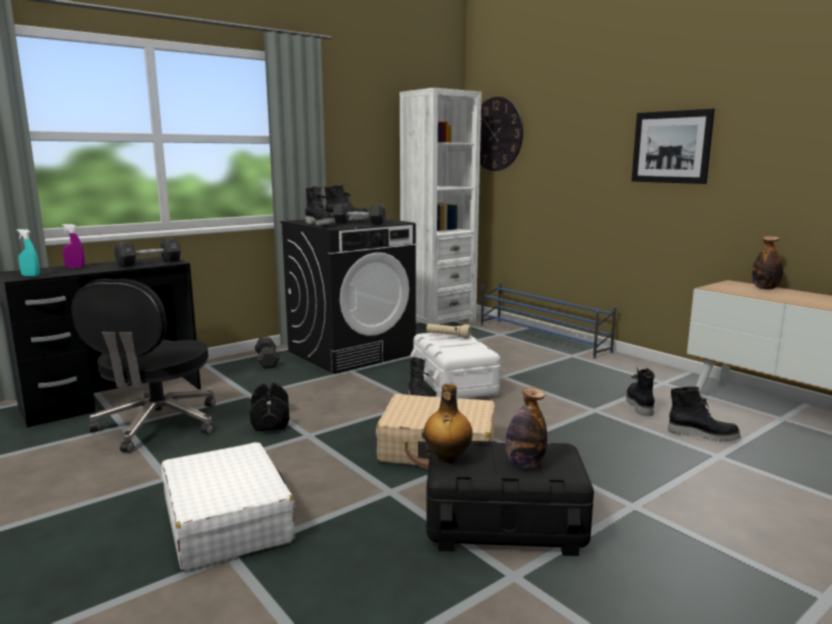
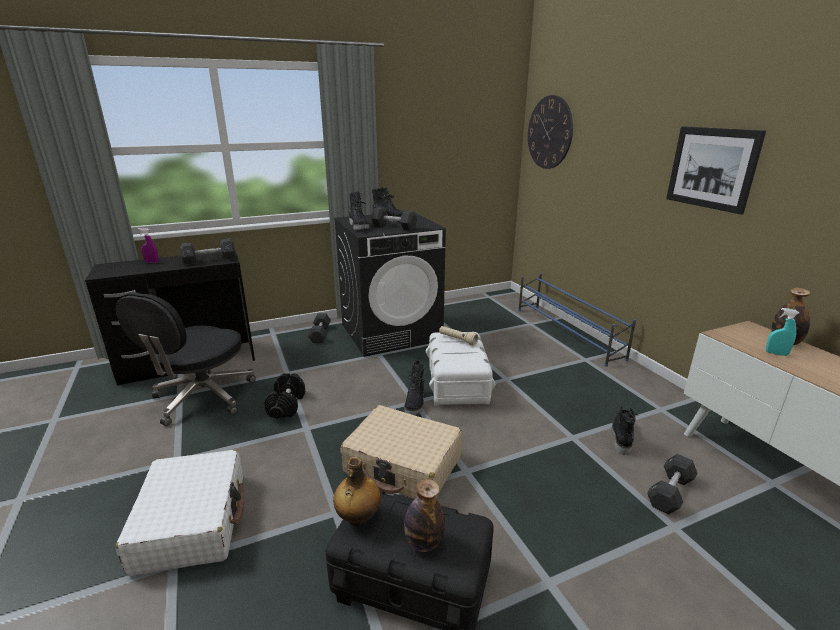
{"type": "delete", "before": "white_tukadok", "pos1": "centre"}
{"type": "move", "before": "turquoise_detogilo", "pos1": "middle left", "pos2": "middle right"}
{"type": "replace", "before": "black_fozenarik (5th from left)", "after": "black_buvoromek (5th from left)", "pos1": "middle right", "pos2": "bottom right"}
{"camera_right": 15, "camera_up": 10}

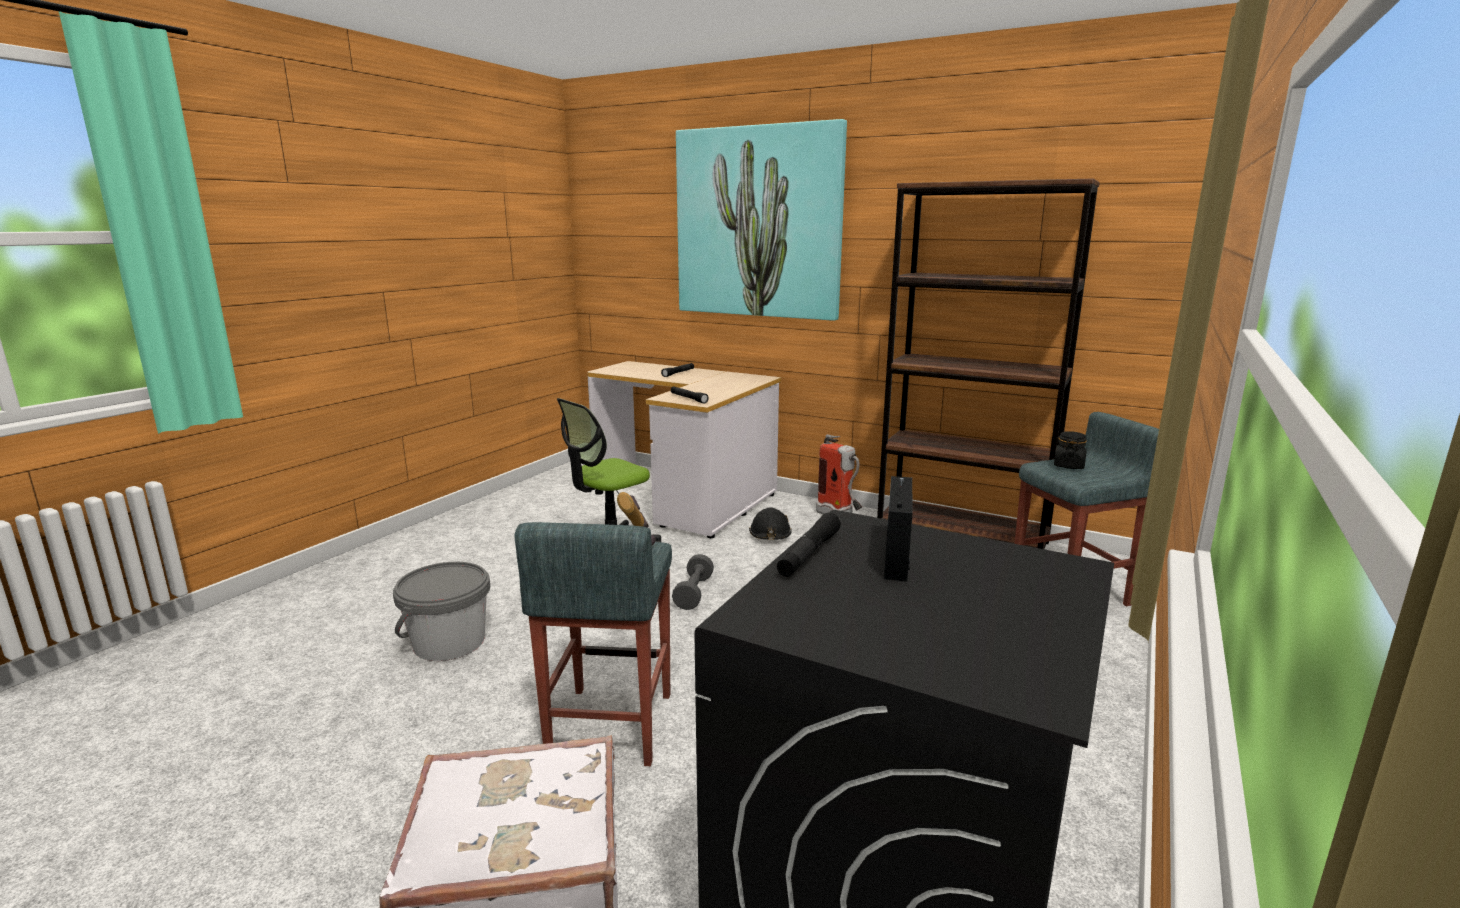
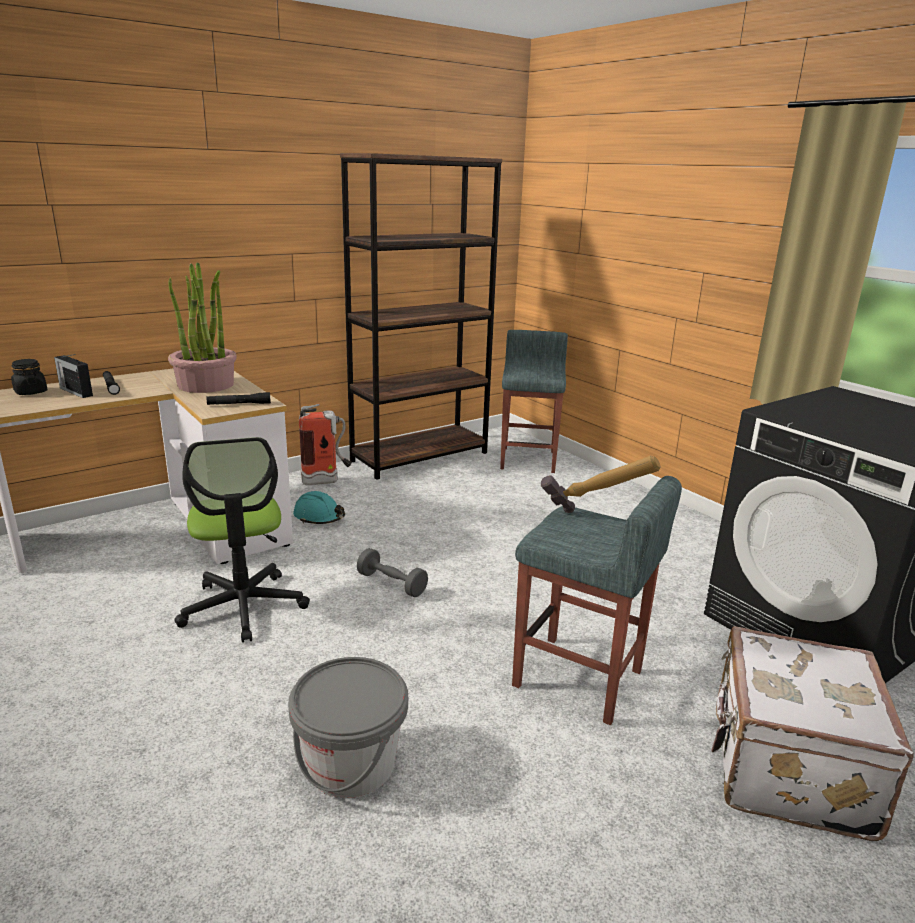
{"type": "delete", "before": "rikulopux", "pos1": "top centre"}
{"type": "delete", "before": "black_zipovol (3rd from left)", "pos1": "centre"}
{"type": "insert", "after": "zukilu", "pos2": "middle left"}
{"type": "move", "before": "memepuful", "pos1": "centre", "pos2": "middle left"}
{"type": "move", "before": "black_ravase", "pos1": "middle right", "pos2": "middle left"}
{"type": "recolor", "before": "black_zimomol", "after": "turquoise_zimomol", "pos1": "centre", "pos2": "centre"}
{"camera_right": -65, "camera_up": 5}

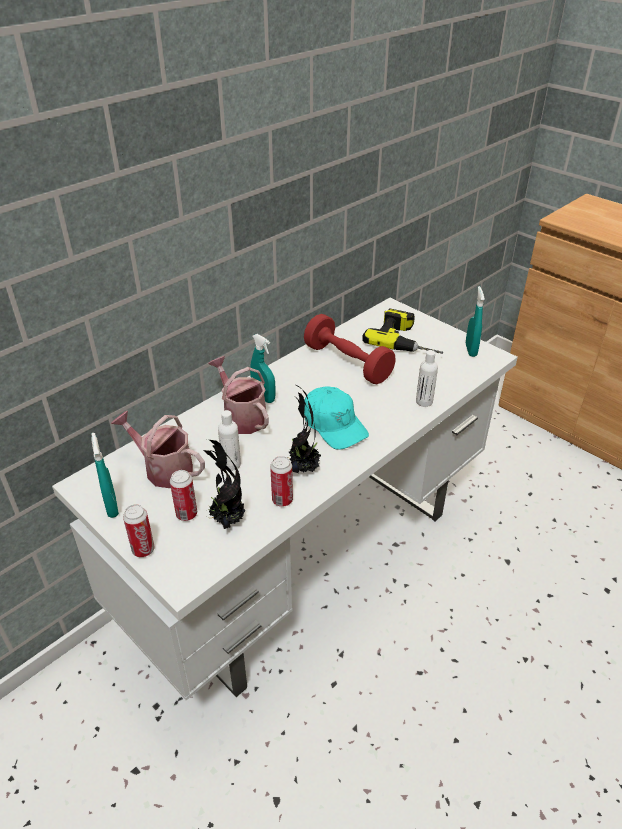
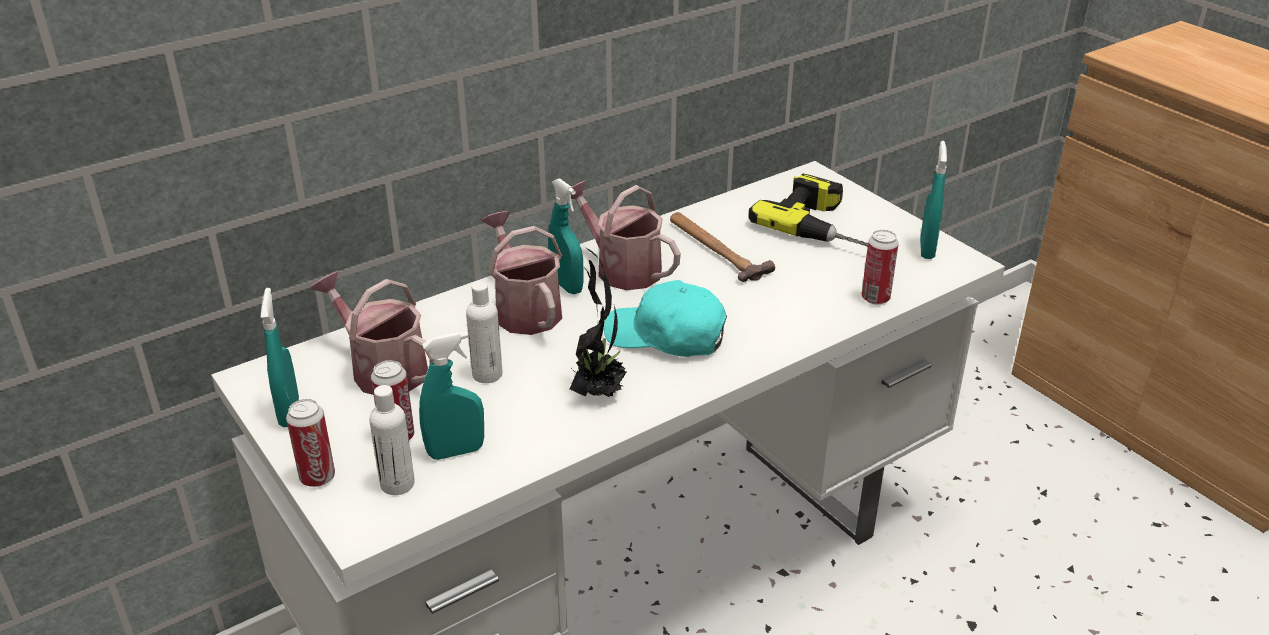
{"type": "insert", "after": "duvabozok (3rd from left)", "pos2": "centre"}
{"type": "move", "before": "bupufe (3rd from left)", "pos1": "centre", "pos2": "middle right"}
{"type": "move", "before": "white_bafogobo (2nd from left in the first image)", "after": "white_bafogobo (1st from left)", "pos1": "middle right", "pos2": "bottom left"}
{"type": "replace", "before": "zukilu (1st from left)", "after": "turquoise_detogilo (2nd from left)", "pos1": "centre", "pos2": "centre"}
{"type": "replace", "before": "red_buvoromek", "after": "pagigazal", "pos1": "centre", "pos2": "centre"}
{"type": "rotate", "before": "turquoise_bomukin", "pos1": "centre", "pos2": "centre", "turn": 135}
{"camera_right": 10, "camera_up": -5}

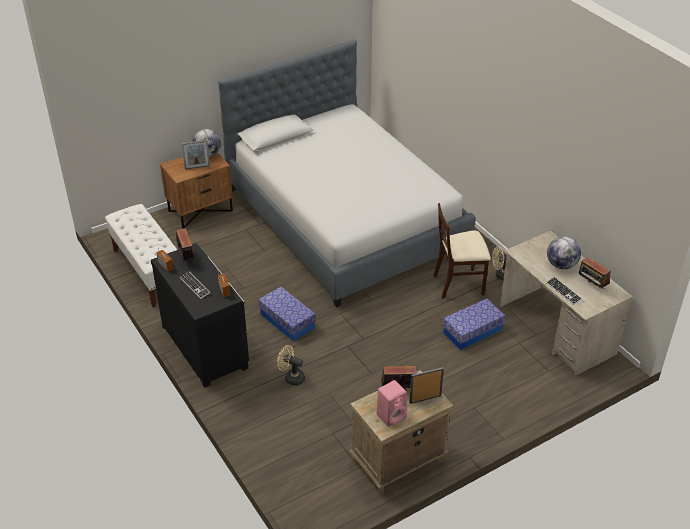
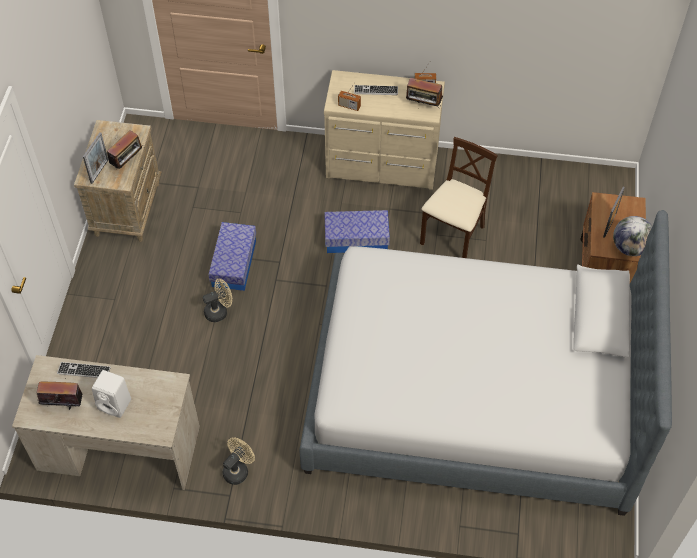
{"type": "delete", "before": "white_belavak", "pos1": "middle left"}
{"type": "delete", "before": "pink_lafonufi", "pos1": "bottom centre"}
{"type": "move", "before": "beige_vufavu (1st from left)", "pos1": "bottom centre", "pos2": "middle left"}
{"type": "move", "before": "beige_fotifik", "pos1": "middle right", "pos2": "centre"}
{"type": "move", "before": "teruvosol (2nd from left in the first image)", "after": "teruvosol (1st from left)", "pos1": "middle right", "pos2": "middle left"}
{"type": "replace", "before": "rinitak (2nd from left)", "after": "white_lafonufi", "pos1": "middle right", "pos2": "bottom left"}
{"type": "recolor", "before": "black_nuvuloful", "after": "beige_nuvuloful", "pos1": "middle left", "pos2": "top centre"}
{"camera_right": 130, "camera_up": 15}

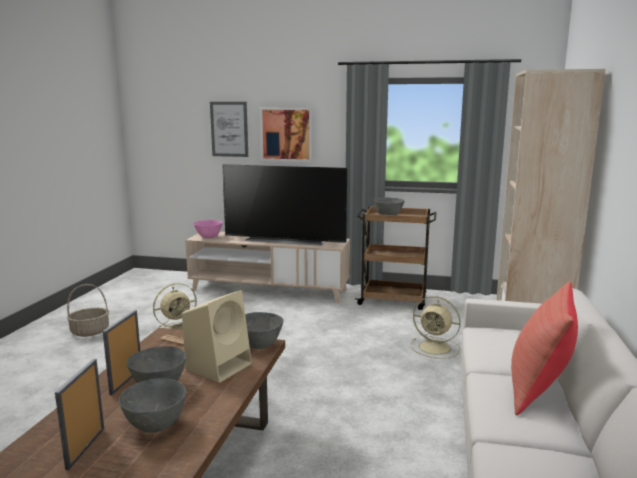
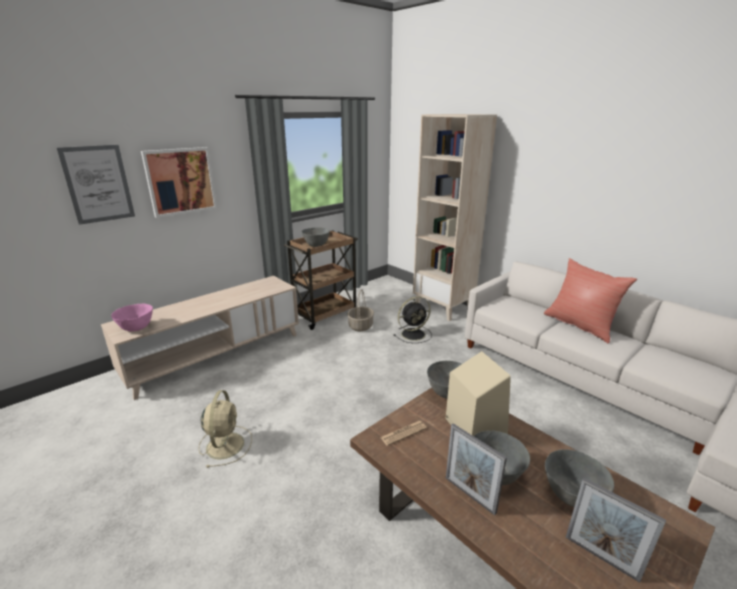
{"type": "delete", "before": "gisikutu", "pos1": "centre"}
{"type": "move", "before": "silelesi", "pos1": "middle left", "pos2": "centre"}
{"type": "recolor", "before": "beige_vufavu (2nd from left)", "after": "black_vufavu", "pos1": "bottom right", "pos2": "centre"}
{"camera_right": -55, "camera_up": 10}

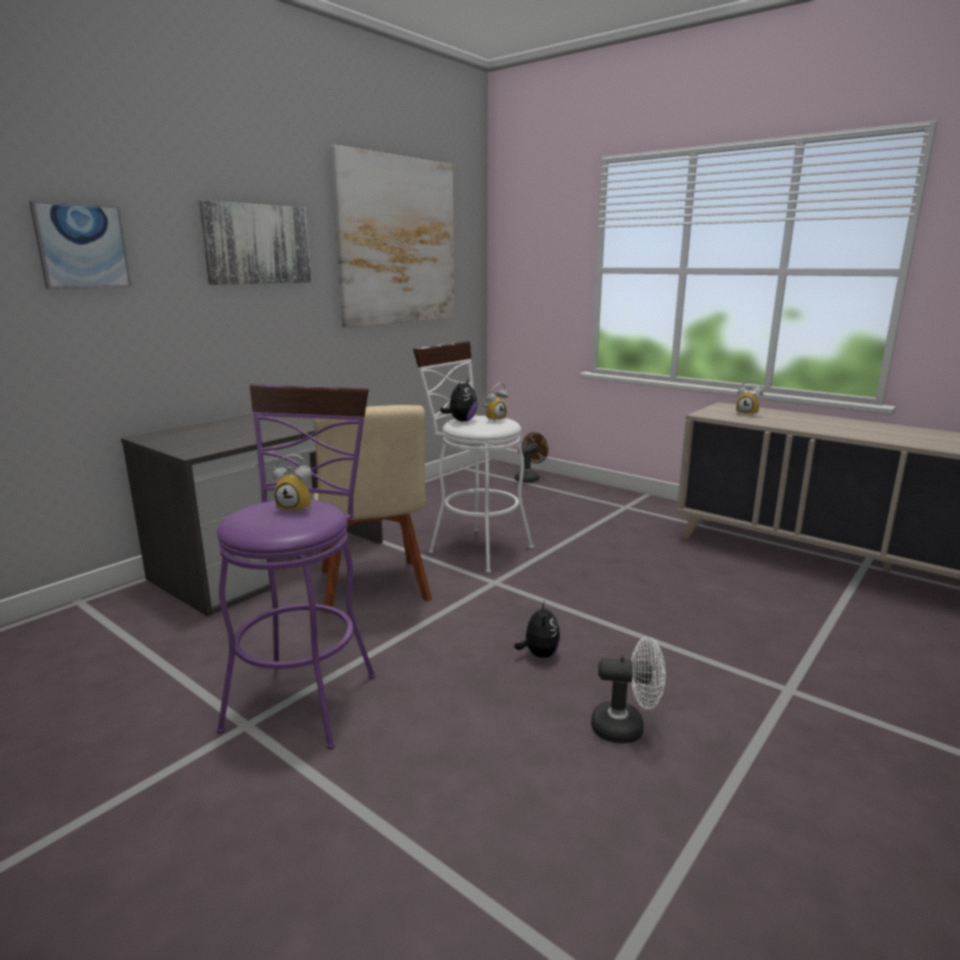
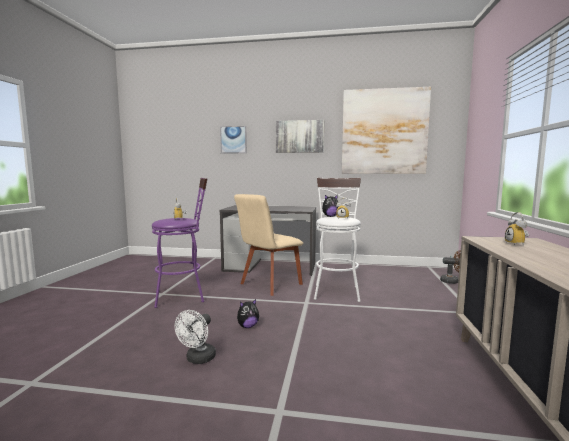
{"type": "rotate", "before": "white_vufavu", "pos1": "bottom centre", "pos2": "bottom centre", "turn": 45}
{"camera_right": 60, "camera_up": -10}

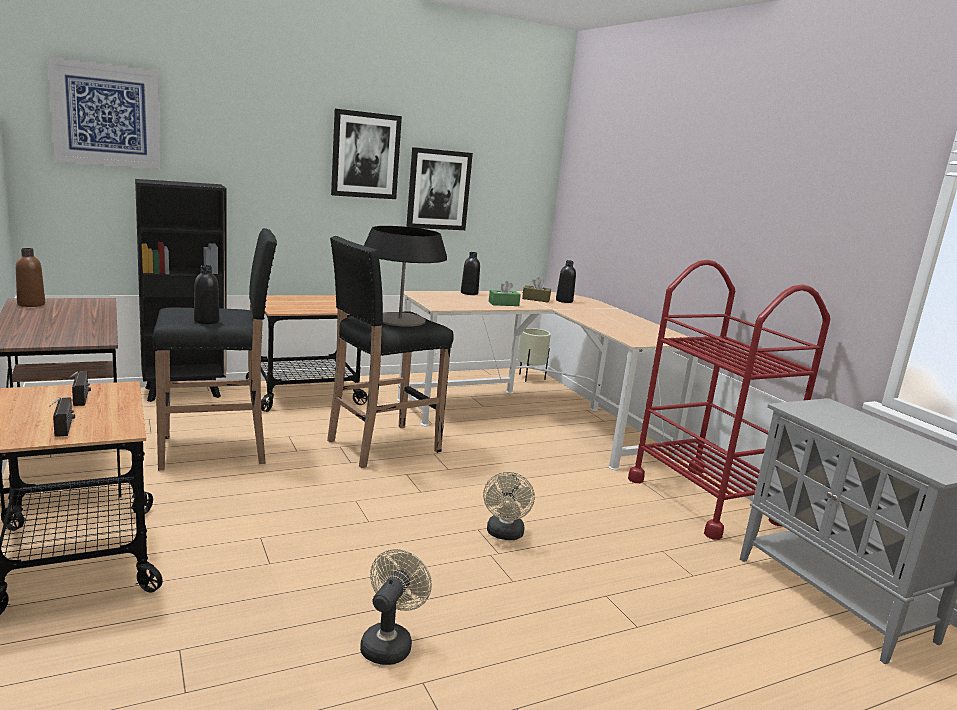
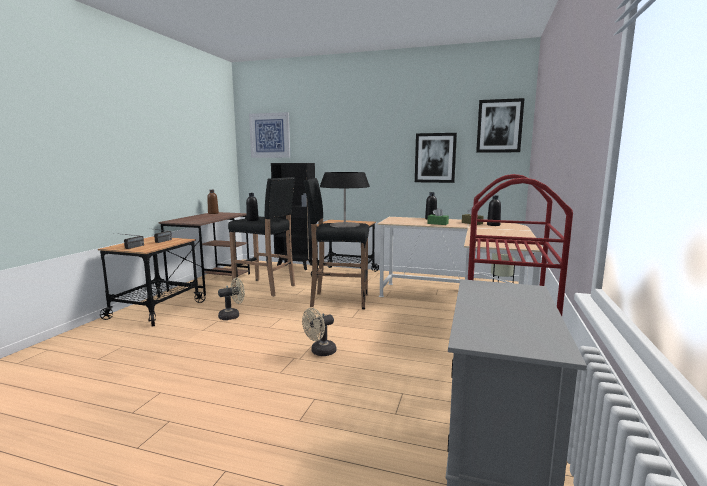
{"type": "move", "before": "rikulopux (2nd from left in the first image)", "after": "rikulopux (3rd from left)", "pos1": "top centre", "pos2": "top right"}
{"type": "move", "before": "beige_vufavu (1st from left)", "pos1": "bottom centre", "pos2": "middle left"}
{"camera_right": 45, "camera_up": -5}

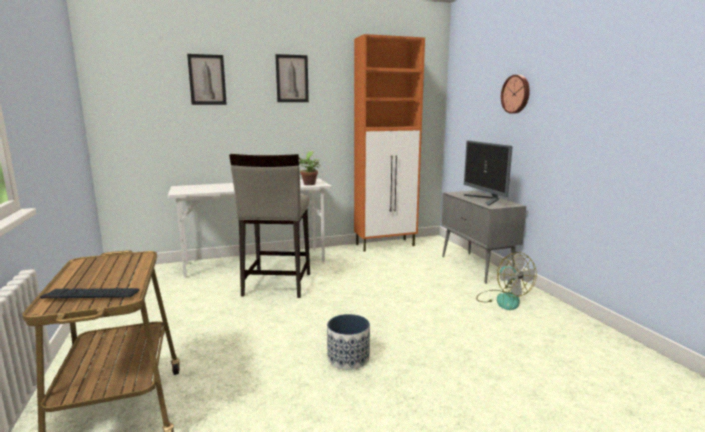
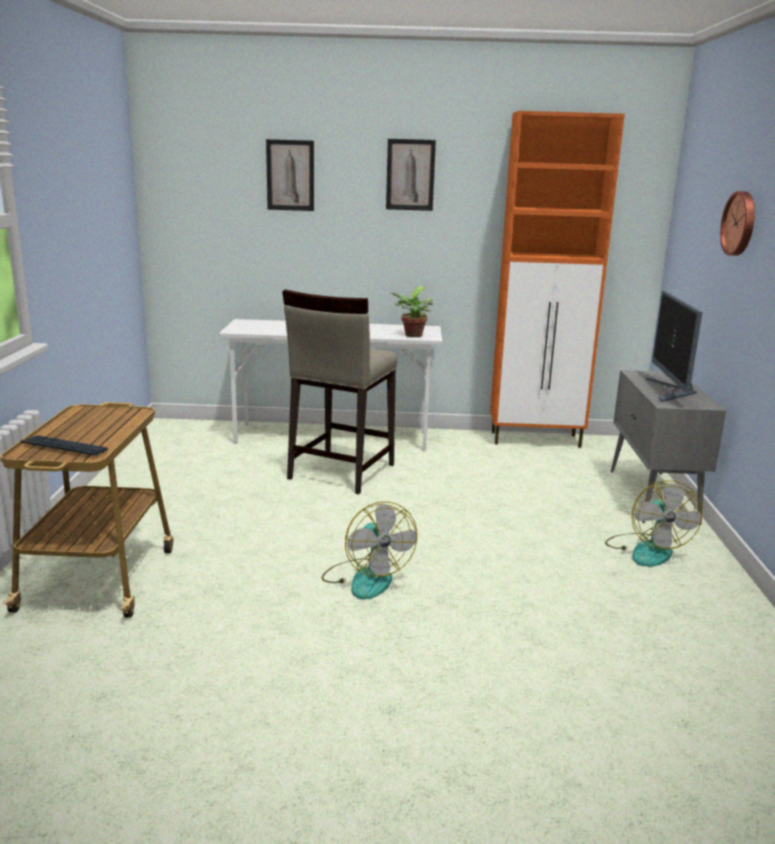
{"type": "replace", "before": "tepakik", "after": "vufavu (1st from left)", "pos1": "bottom centre", "pos2": "centre"}
{"camera_right": 20, "camera_up": 5}

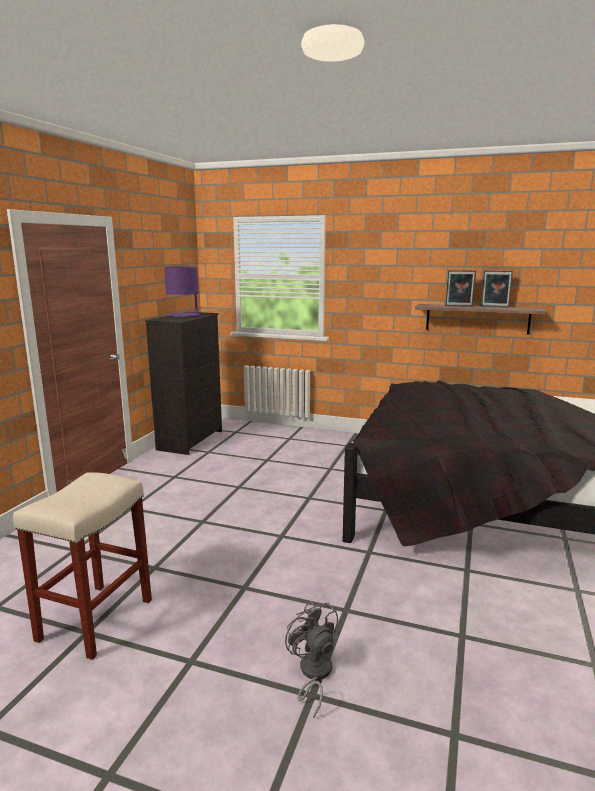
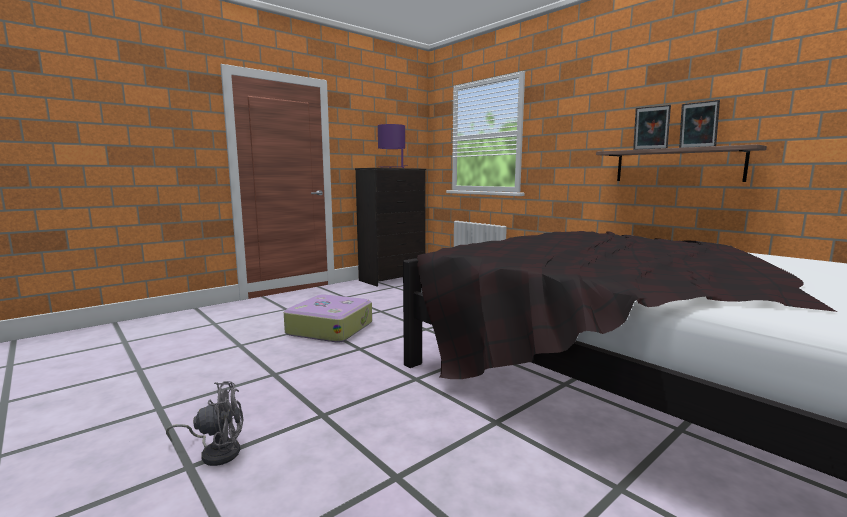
{"type": "delete", "before": "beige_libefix", "pos1": "bottom left"}
{"type": "insert", "after": "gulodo", "pos2": "centre"}
{"type": "rotate", "before": "grey_vufavu", "pos1": "bottom centre", "pos2": "bottom left", "turn": 75}
{"camera_right": 30, "camera_up": -5}

